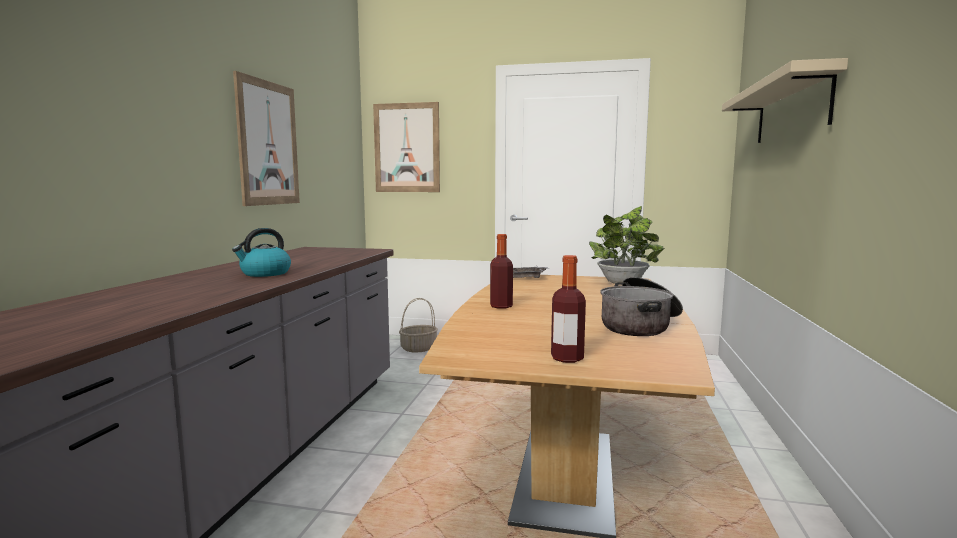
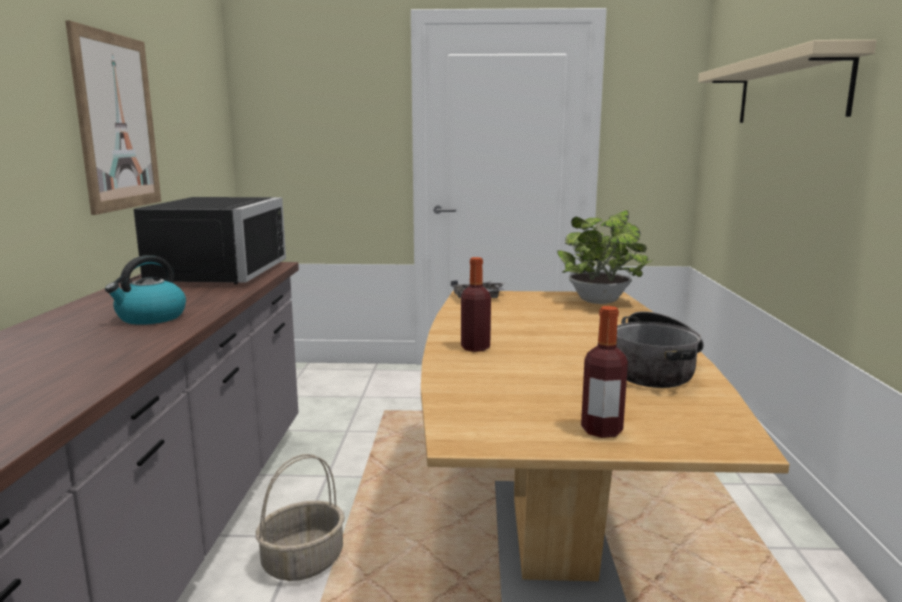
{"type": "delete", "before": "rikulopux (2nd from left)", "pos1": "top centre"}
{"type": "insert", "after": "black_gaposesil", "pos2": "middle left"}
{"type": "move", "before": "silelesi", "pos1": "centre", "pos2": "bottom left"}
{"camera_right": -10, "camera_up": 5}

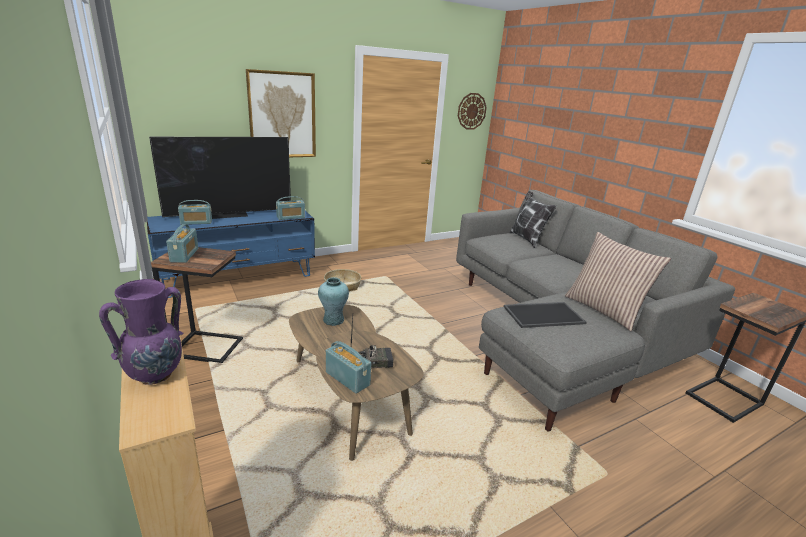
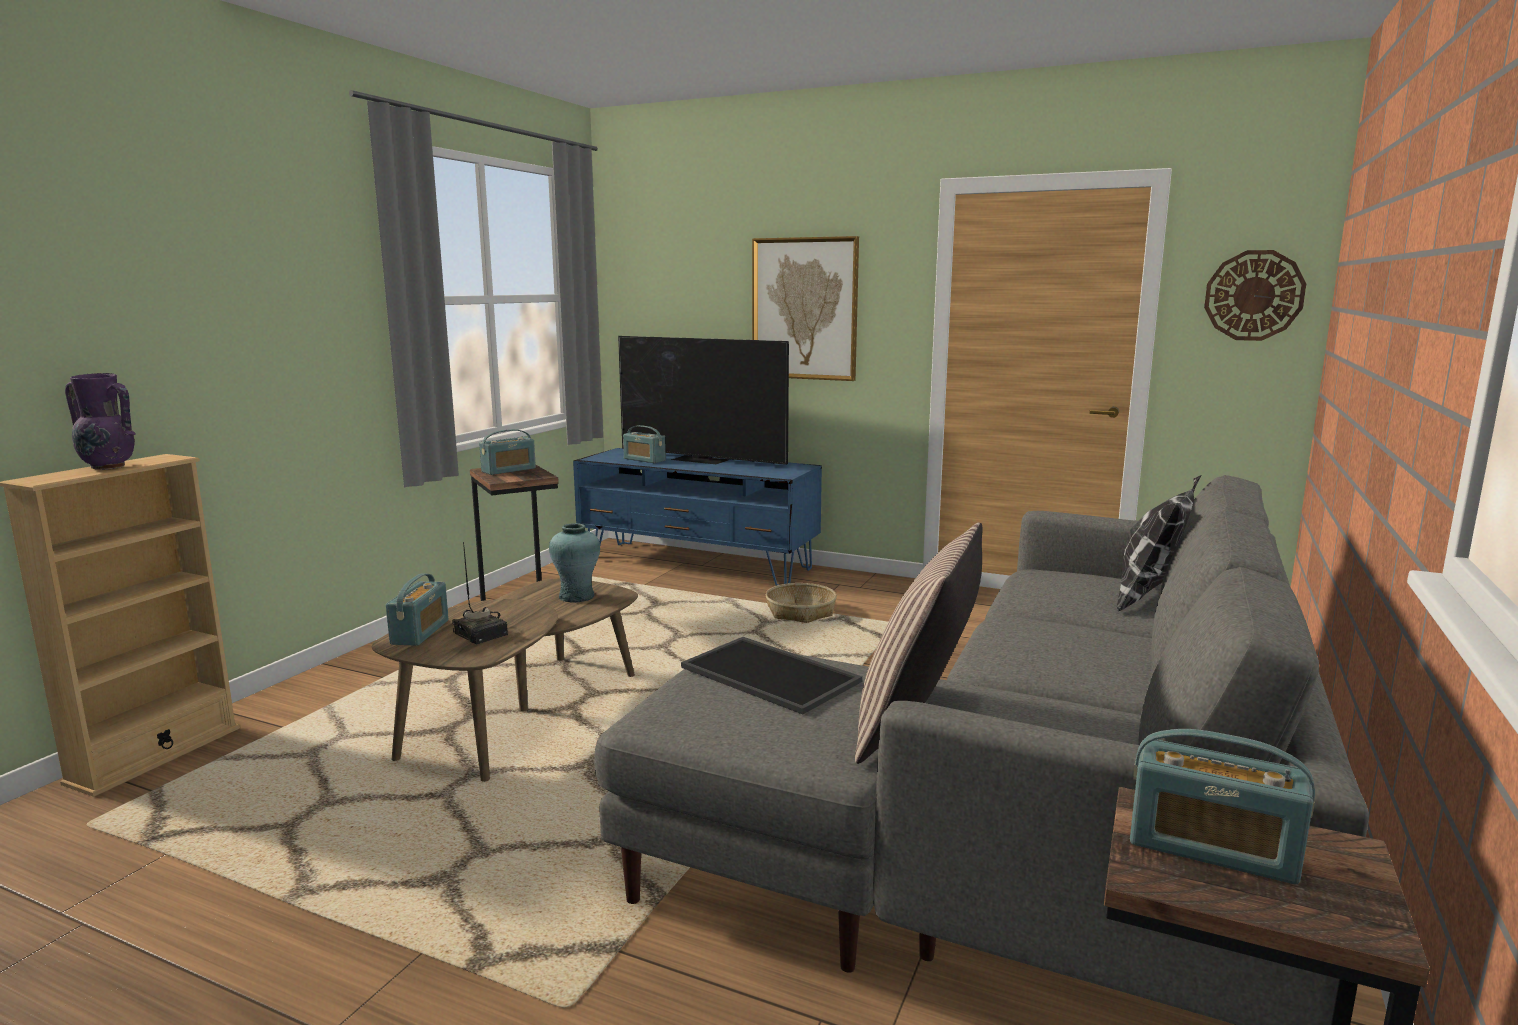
{"type": "move", "before": "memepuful (3rd from left in the first image)", "after": "memepuful (5th from left)", "pos1": "centre", "pos2": "bottom right"}
{"camera_right": 55, "camera_up": -10}

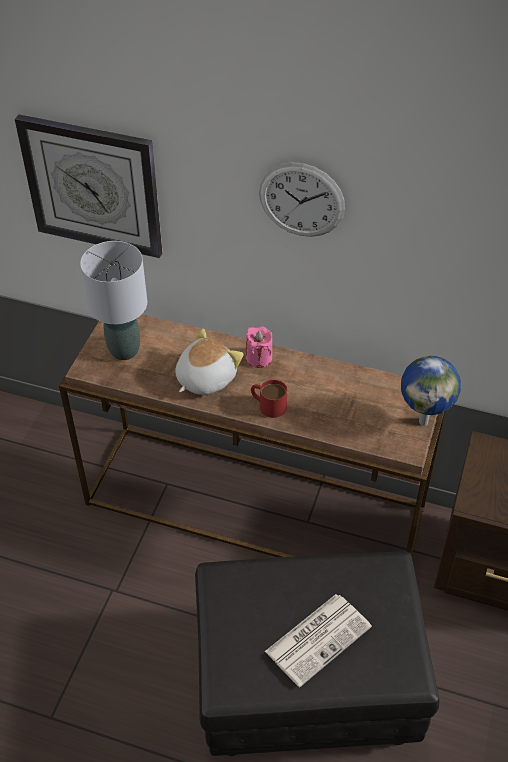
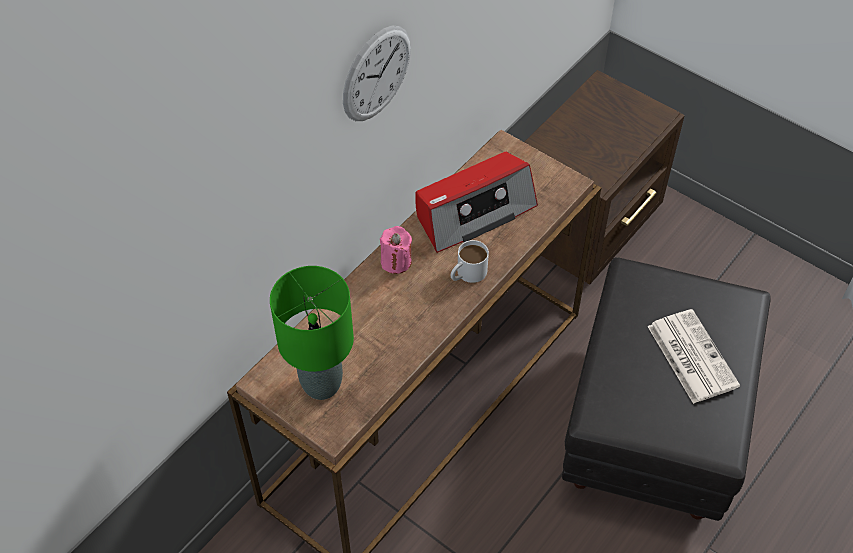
{"type": "delete", "before": "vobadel (1st from left)", "pos1": "top left"}
{"type": "delete", "before": "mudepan", "pos1": "centre"}
{"type": "delete", "before": "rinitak", "pos1": "middle right"}
{"type": "insert", "after": "memepuful", "pos2": "centre"}
{"type": "recolor", "before": "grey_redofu", "after": "green_redofu", "pos1": "middle left", "pos2": "centre"}
{"type": "recolor", "before": "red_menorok", "after": "white_menorok", "pos1": "centre", "pos2": "centre"}
{"camera_right": -70, "camera_up": 5}

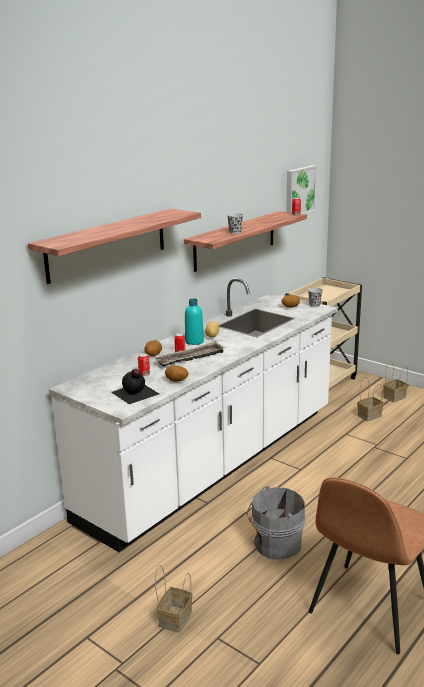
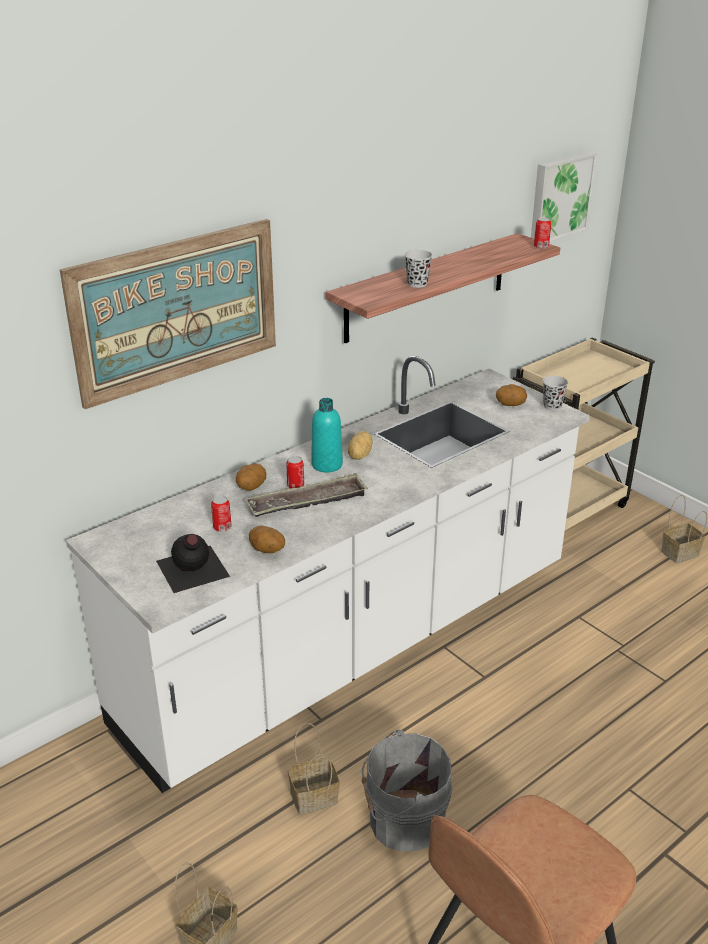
{"type": "move", "before": "silelesi (2nd from left)", "pos1": "middle right", "pos2": "bottom centre"}
{"type": "replace", "before": "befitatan (1st from left)", "after": "rikulopux (1st from left)", "pos1": "middle left", "pos2": "top left"}
{"camera_right": 10, "camera_up": 10}

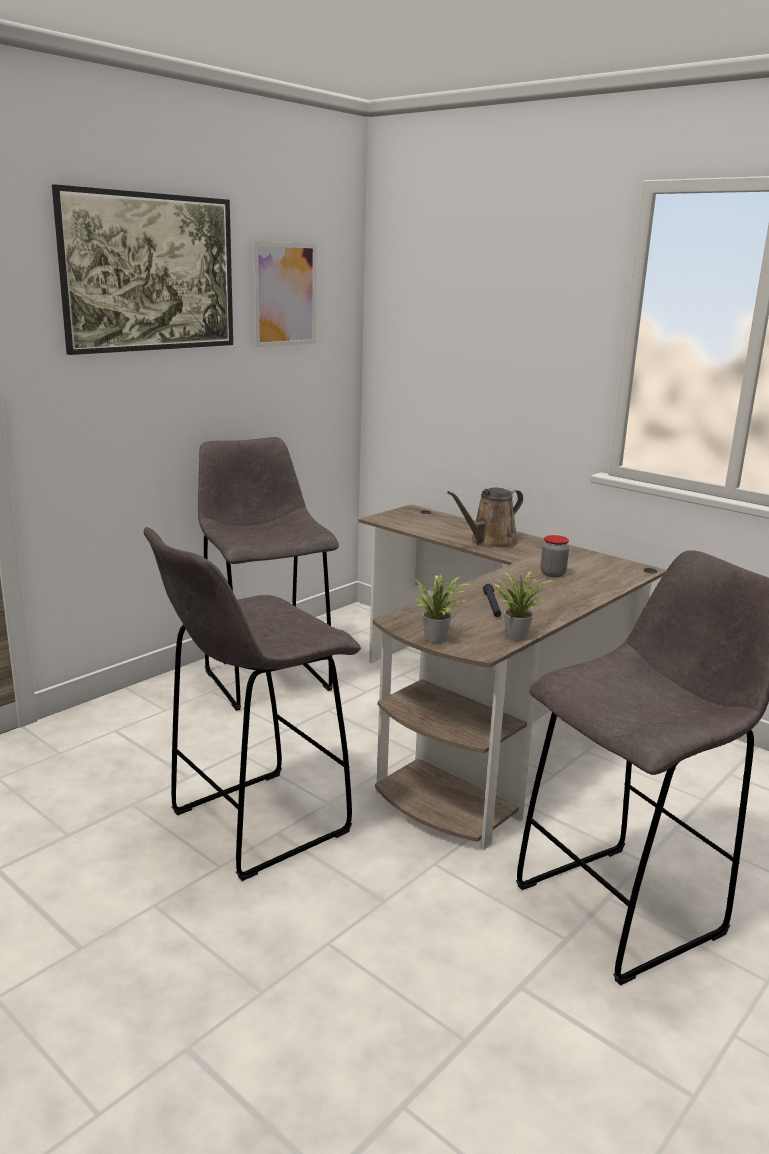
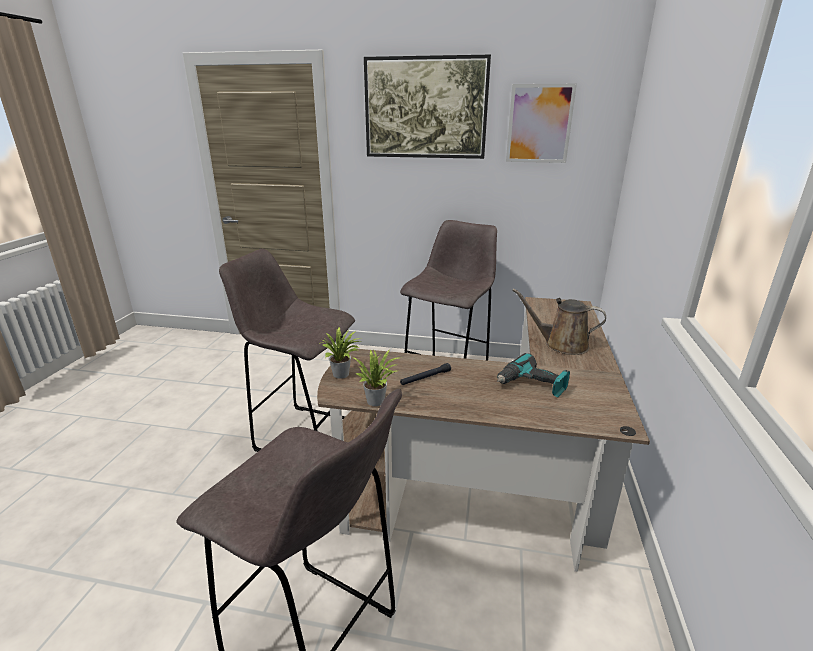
{"type": "replace", "before": "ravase", "after": "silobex", "pos1": "middle right", "pos2": "centre"}
{"camera_right": 60, "camera_up": 5}

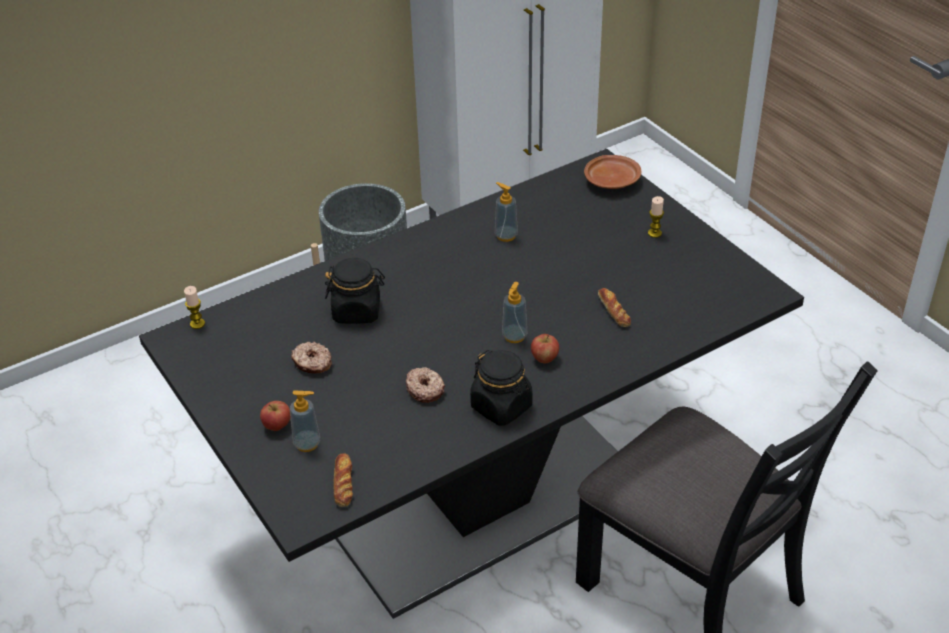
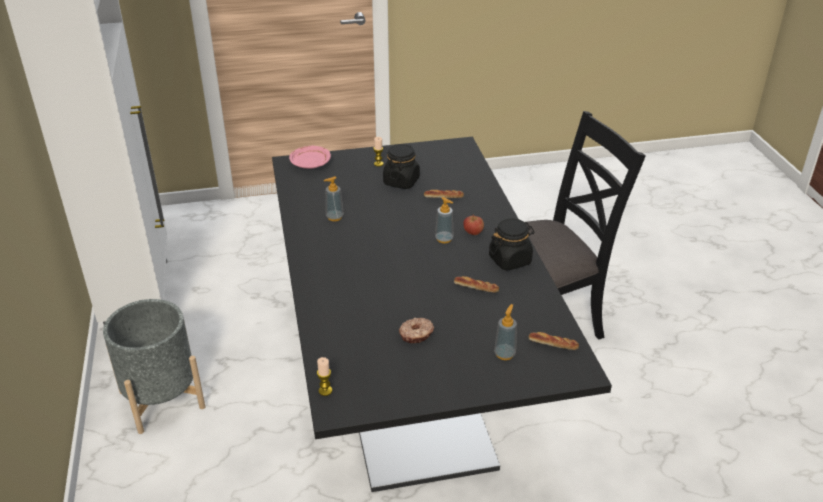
{"type": "delete", "before": "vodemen (1st from left)", "pos1": "middle left"}
{"type": "move", "before": "black_ravase (1st from left)", "pos1": "centre", "pos2": "top centre"}
{"type": "replace", "before": "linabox (2nd from left)", "after": "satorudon (2nd from left)", "pos1": "centre", "pos2": "centre"}
{"type": "recolor", "before": "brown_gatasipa", "after": "pink_gatasipa", "pos1": "top centre", "pos2": "top centre"}
{"camera_right": -70, "camera_up": -5}

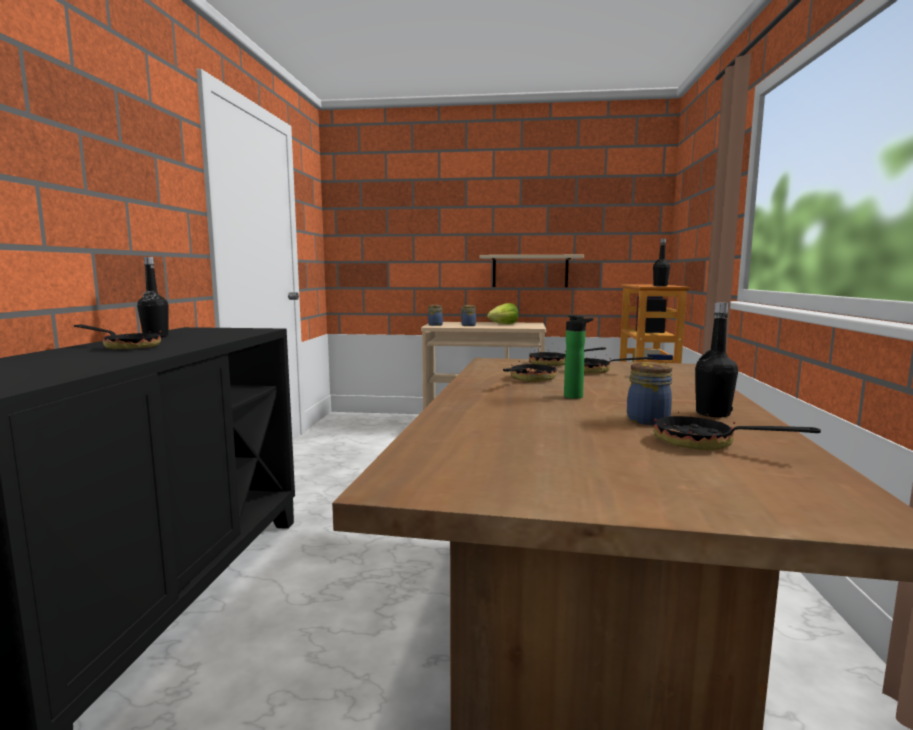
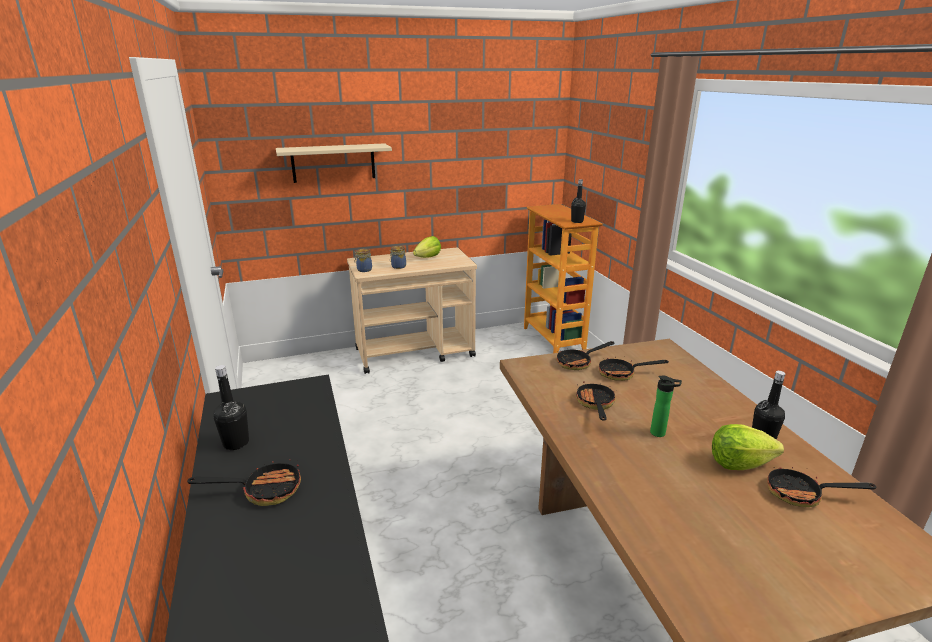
{"type": "move", "before": "beige_befitatan", "pos1": "centre", "pos2": "top centre"}
{"type": "replace", "before": "ravase (3rd from left)", "after": "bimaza (2nd from left)", "pos1": "middle right", "pos2": "bottom right"}
{"camera_right": -25, "camera_up": 15}

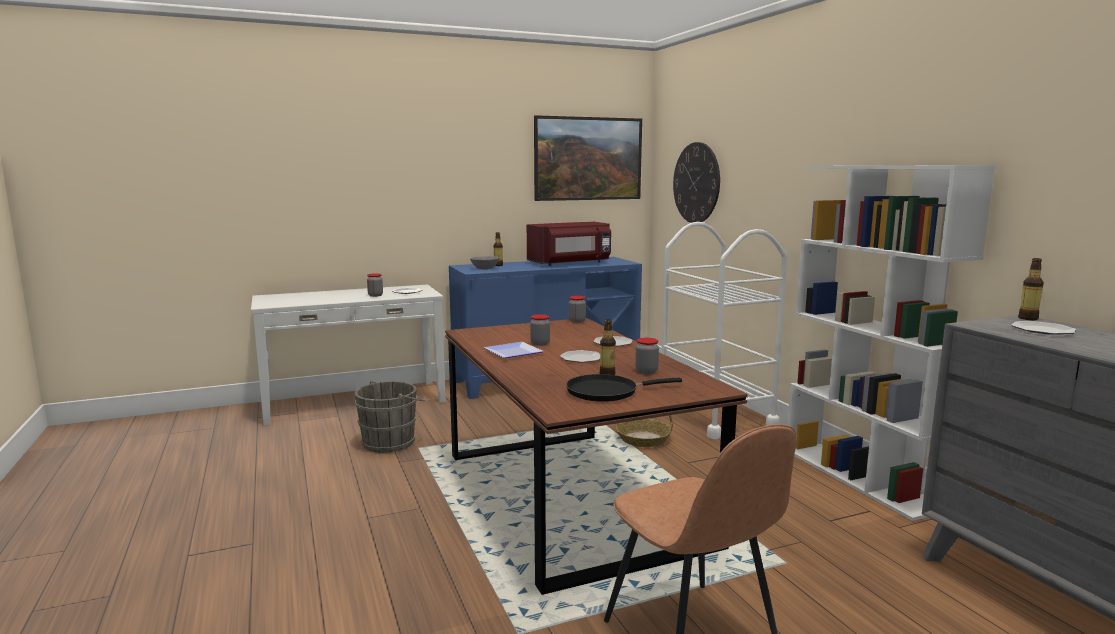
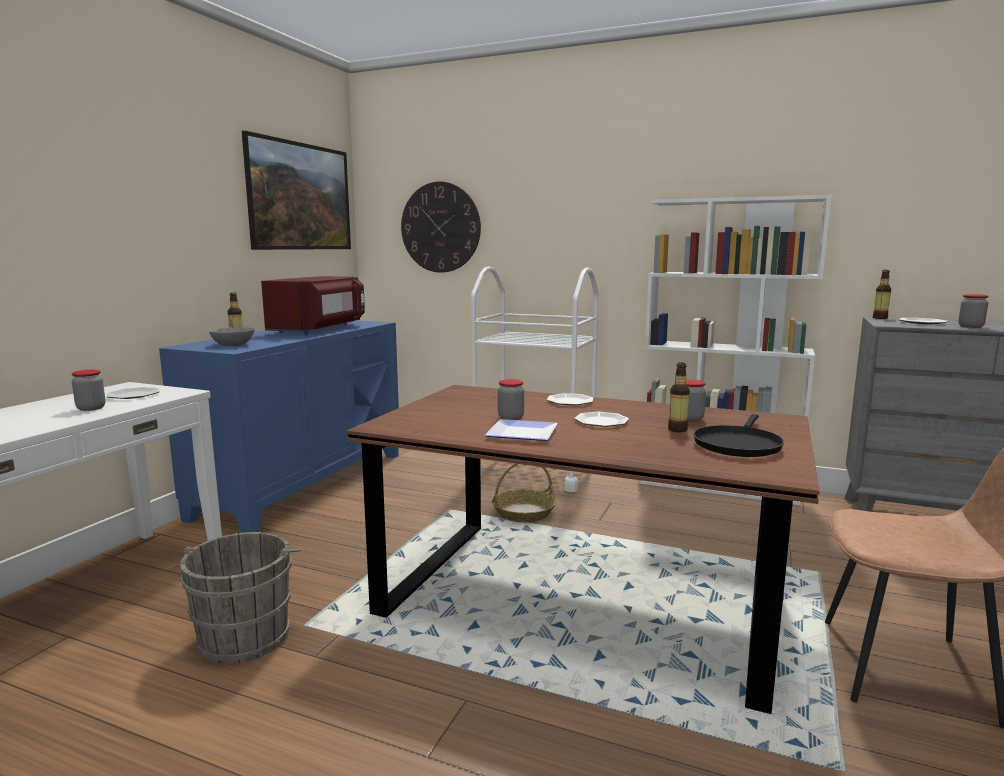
{"type": "move", "before": "ravase (3rd from left in the first image)", "after": "ravase (4th from left)", "pos1": "centre", "pos2": "middle right"}
{"camera_right": -45, "camera_up": 0}

